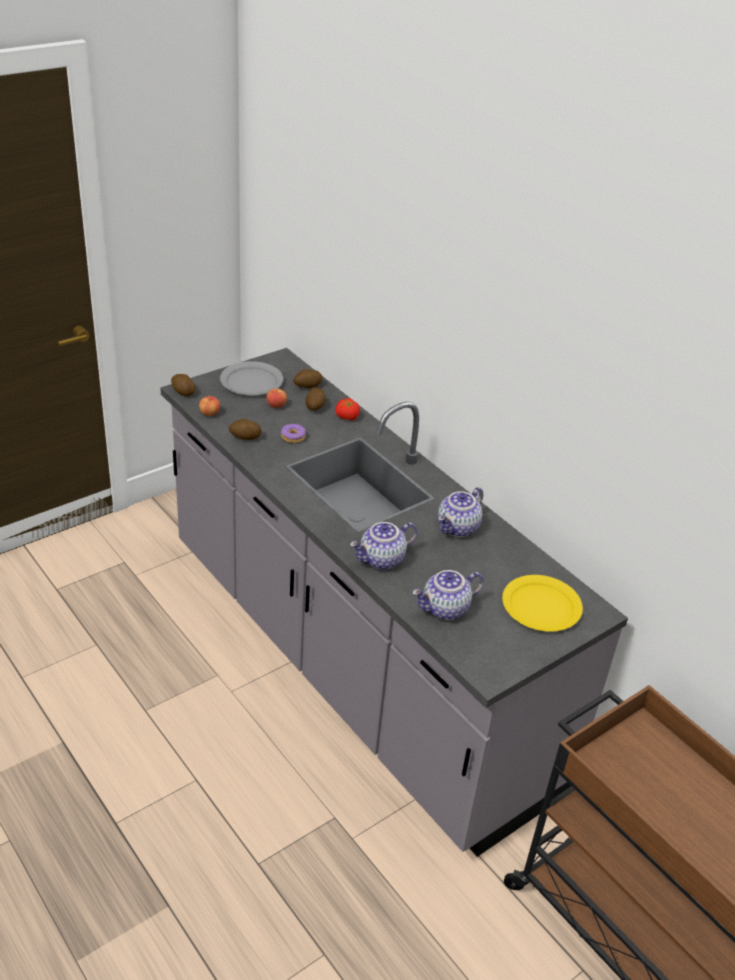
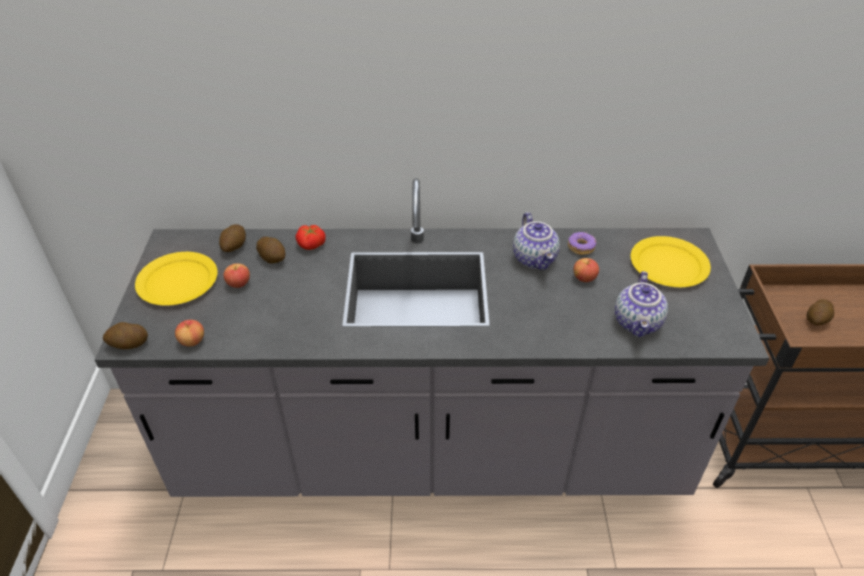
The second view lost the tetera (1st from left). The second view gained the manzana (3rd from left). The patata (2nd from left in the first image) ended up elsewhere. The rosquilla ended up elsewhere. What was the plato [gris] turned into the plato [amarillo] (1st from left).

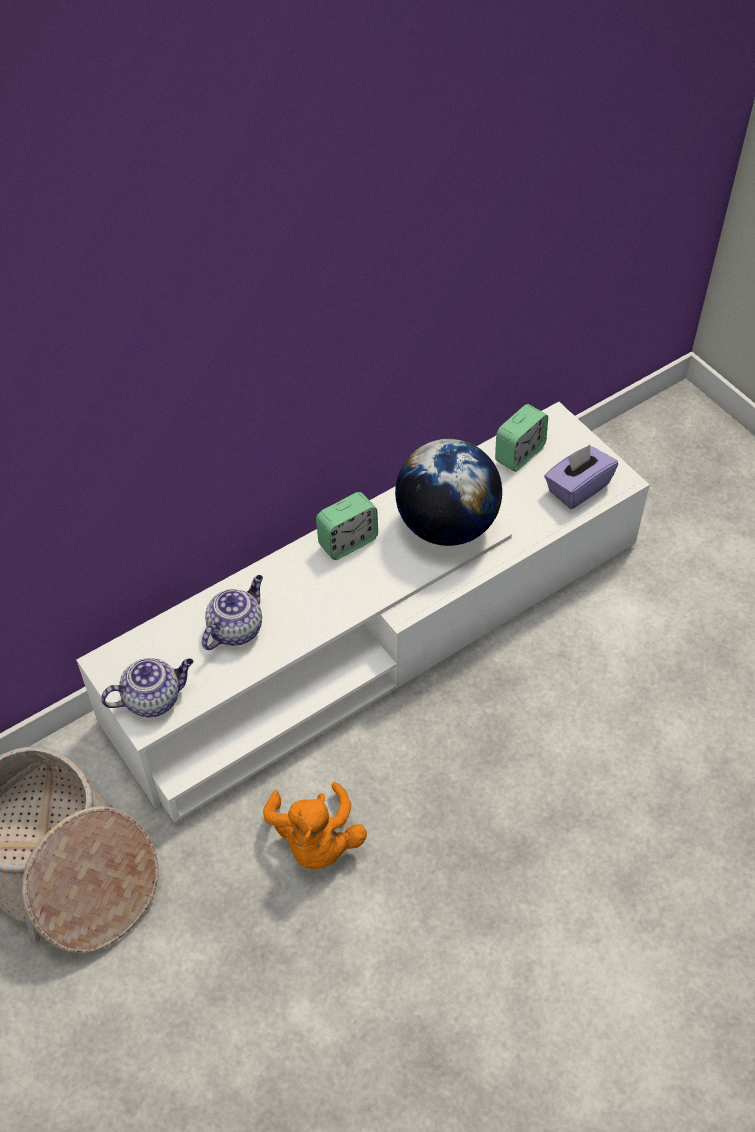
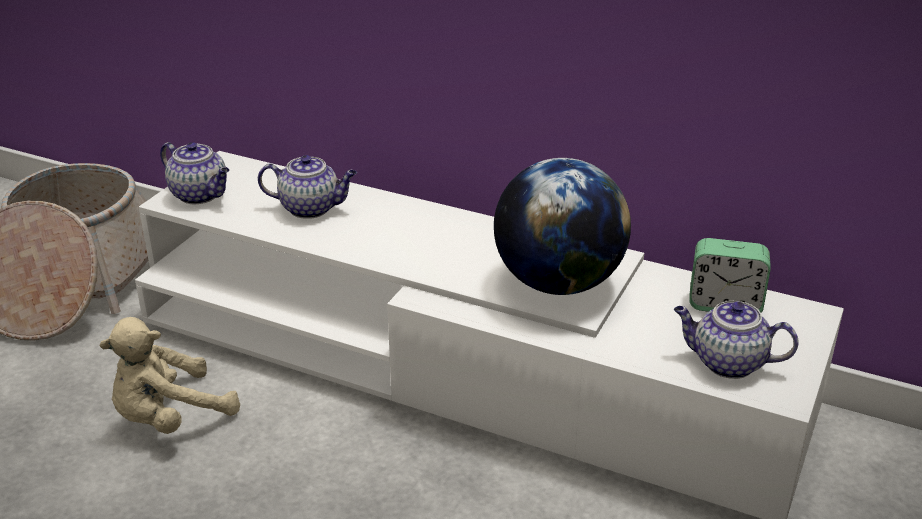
The second view lost the despertador (1st from left). Where the caja de pañuelos [morado] stood, the tetera (3rd from left) came to stand. What was the peluche [naranja] turned into the peluche [beis].

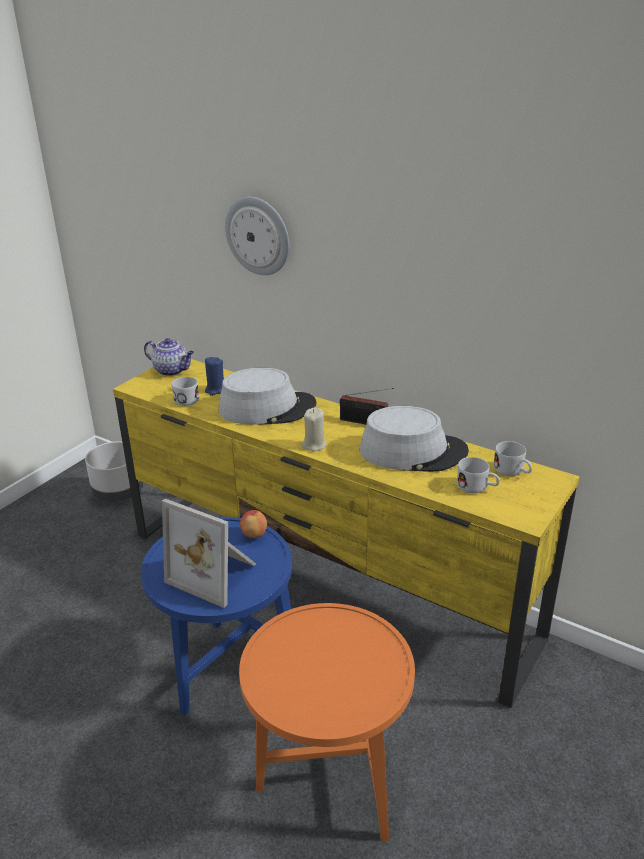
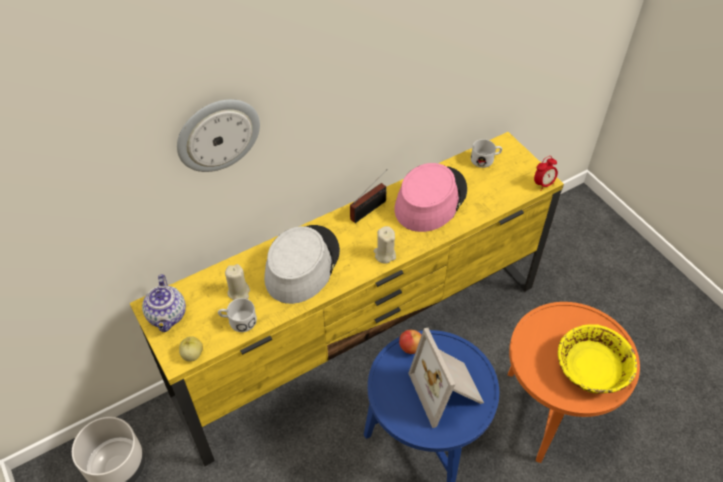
The second view lost the taza grande [blanco] (2nd from left). The second view gained the manzana (1st from left). The second view gained the despertador. The second view gained the cuenco [amarillo]. What was the vela [azul] turned into the vela [beis] (1st from left). What was the sombrero [gris] (2nd from left) turned into the sombrero [rosa]. The tetera ended up facing another way, 120 degrees clockwise from before. The portarretratos ended up facing another way, 105 degrees clockwise from before.

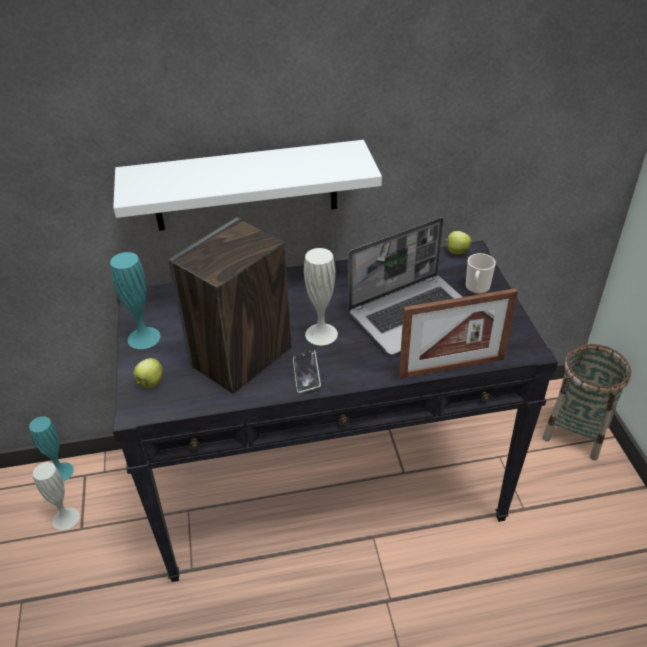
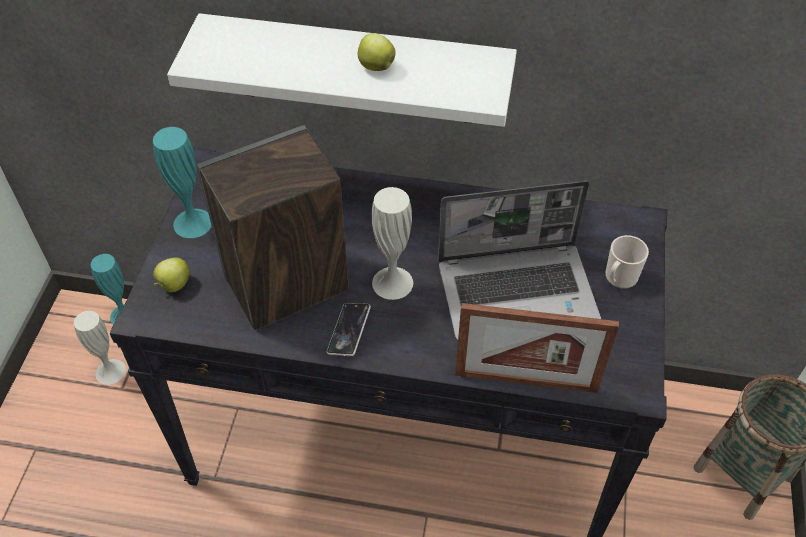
The manzana (2nd from left) ended up elsewhere.

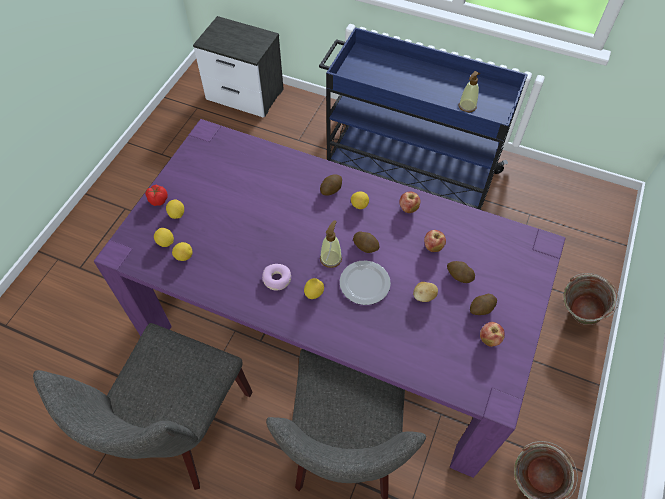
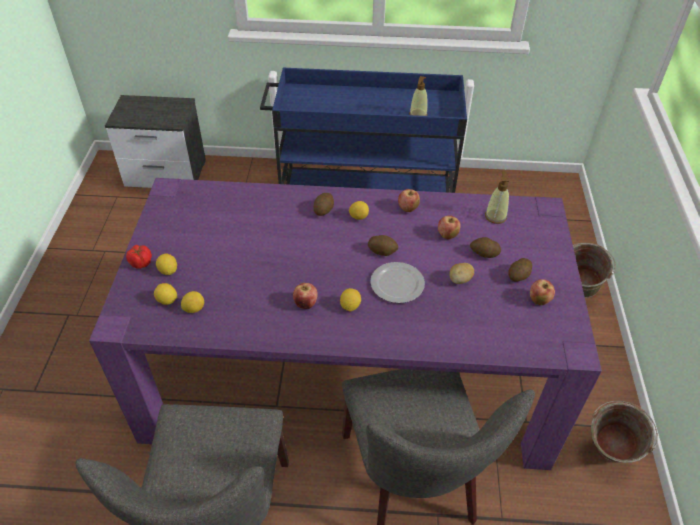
The dispensador de jabón (1st from left in the first image) ended up elsewhere. Where the rosquilla stood, the manzana (1st from left) came to stand.

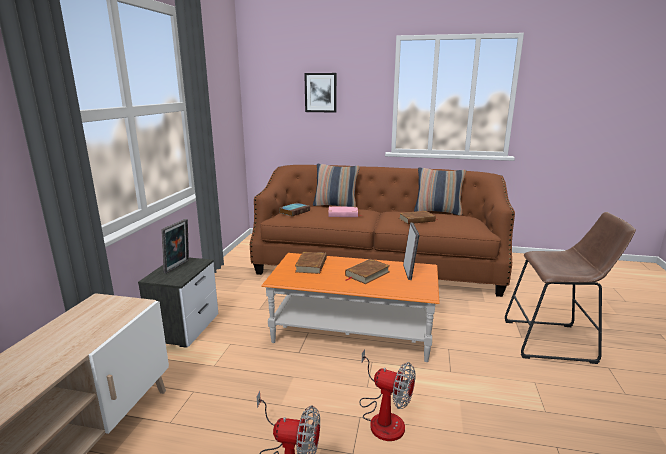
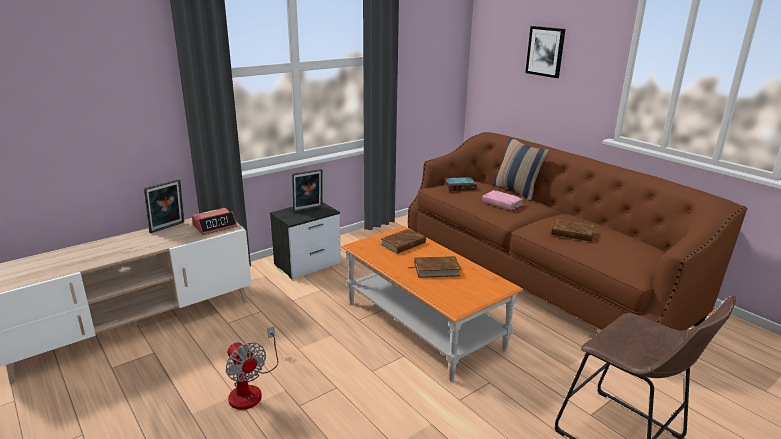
The second view lost the ventilador (2nd from left). The second view lost the cojín (2nd from left). The second view gained the despertador. The portarretratos (2nd from left in the first image) ended up elsewhere.

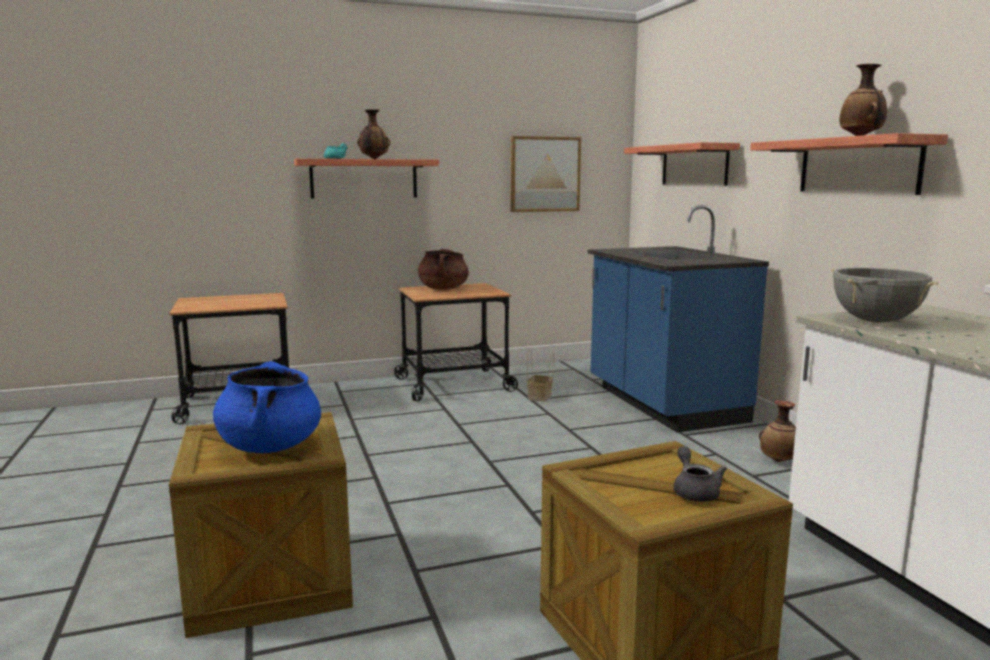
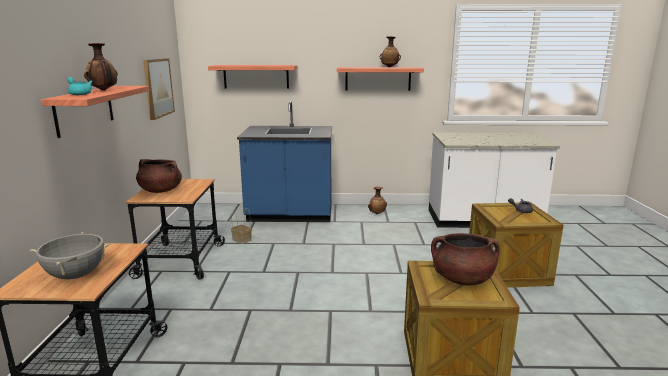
The olla [gris] ended up elsewhere. What was the olla [azul] turned into the olla [marrón] (2nd from left).

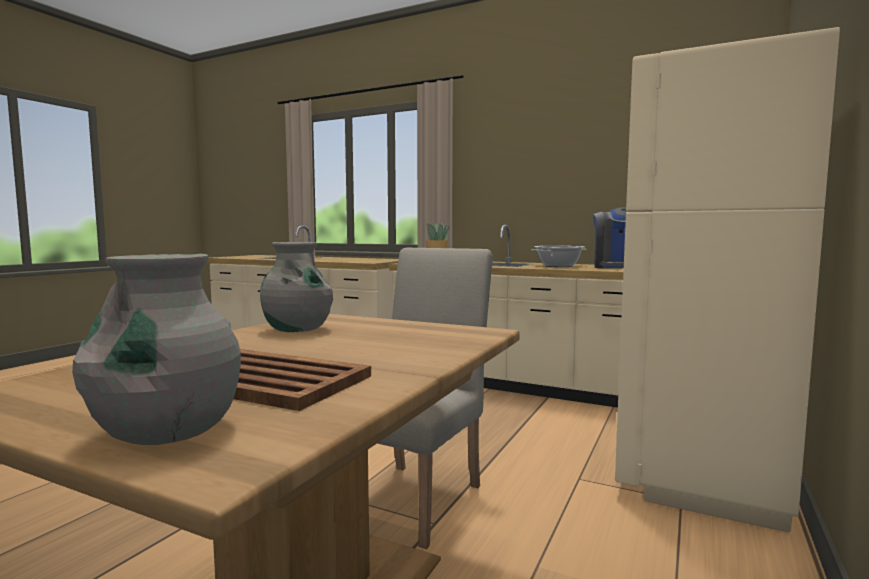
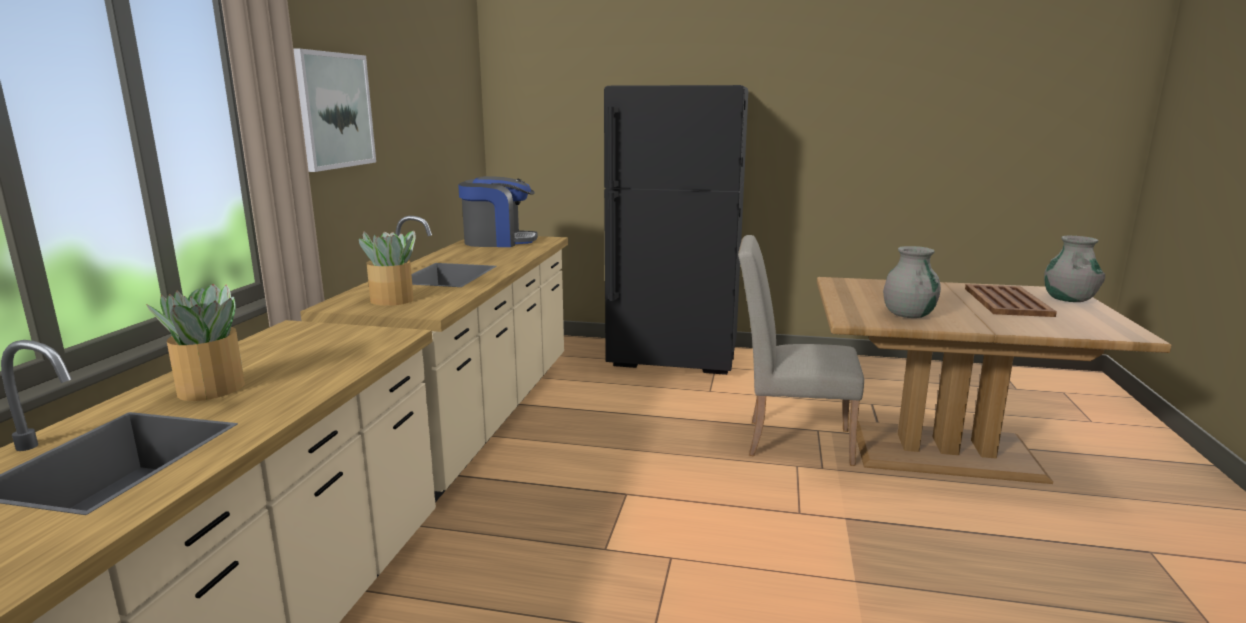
The second view lost the olla. The second view gained the planta en maceta (1st from left). The second view gained the cuadro. What was the nevera [beis] turned into the nevera [negro].

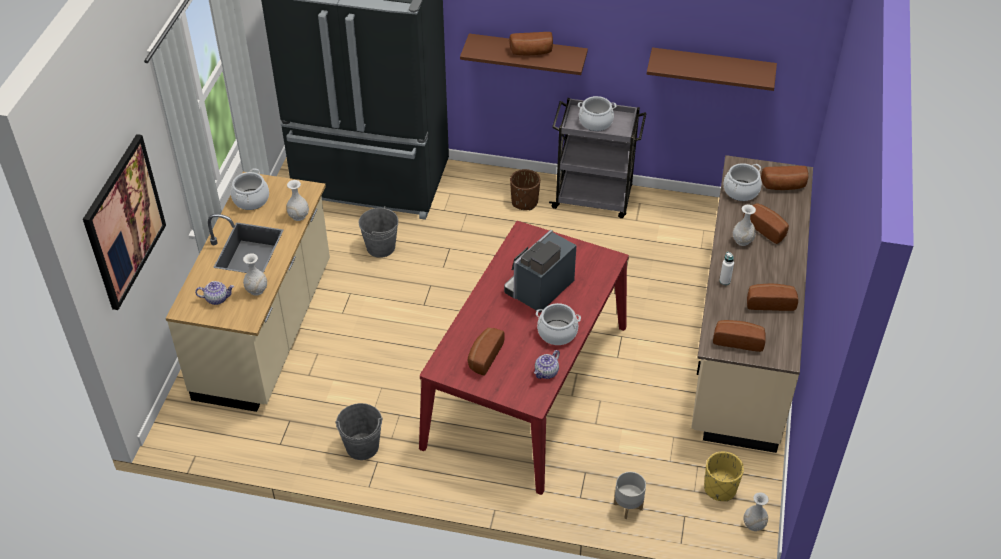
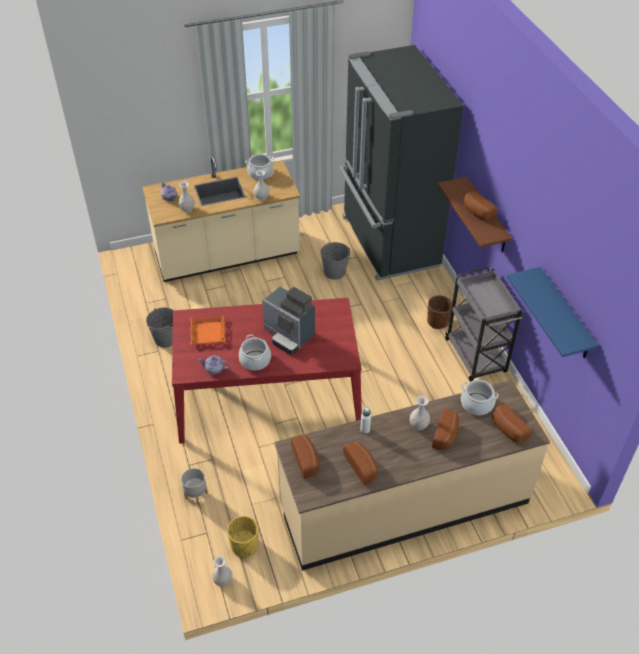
The second view lost the cuadro. The second view lost the olla (3rd from left). Where the pan (1st from left) stood, the bandeja [naranja] came to stand. What was the estante [marrón] (2nd from left) turned into the estante [azul]. The cafetera ended up facing another way, 150 degrees counterclockwise from before.

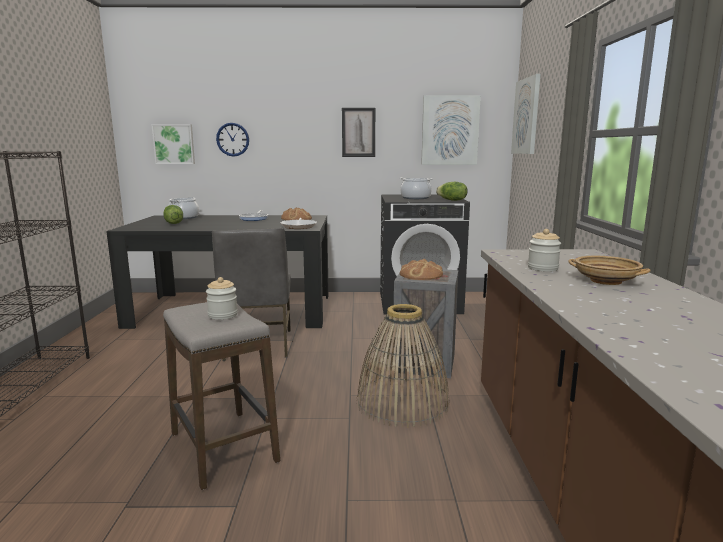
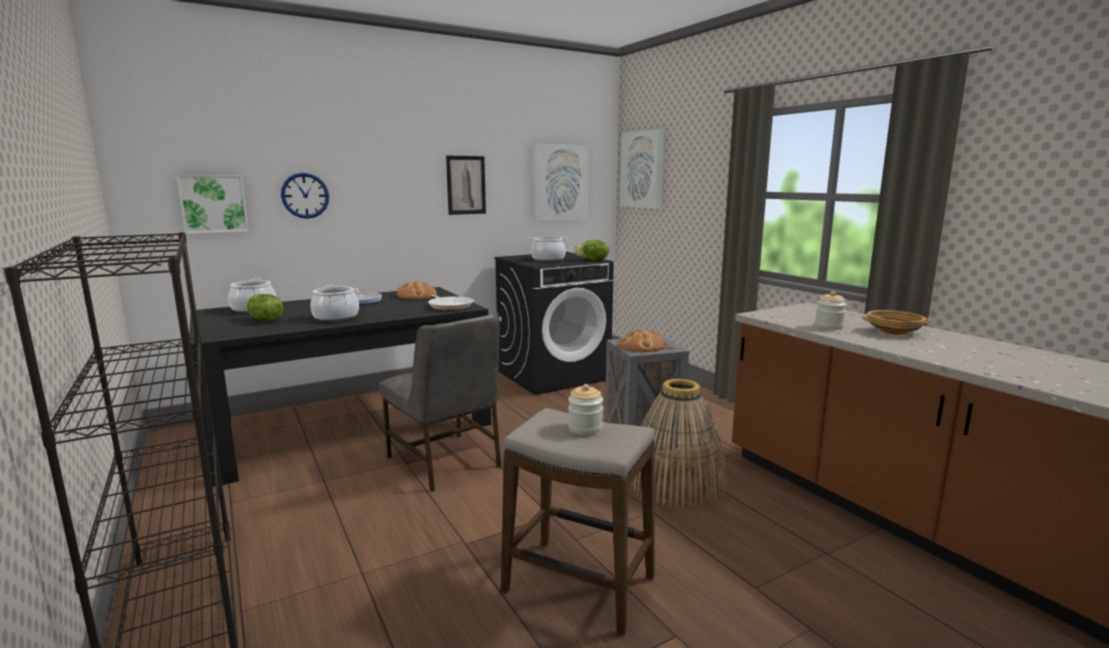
The second view gained the olla (2nd from left).

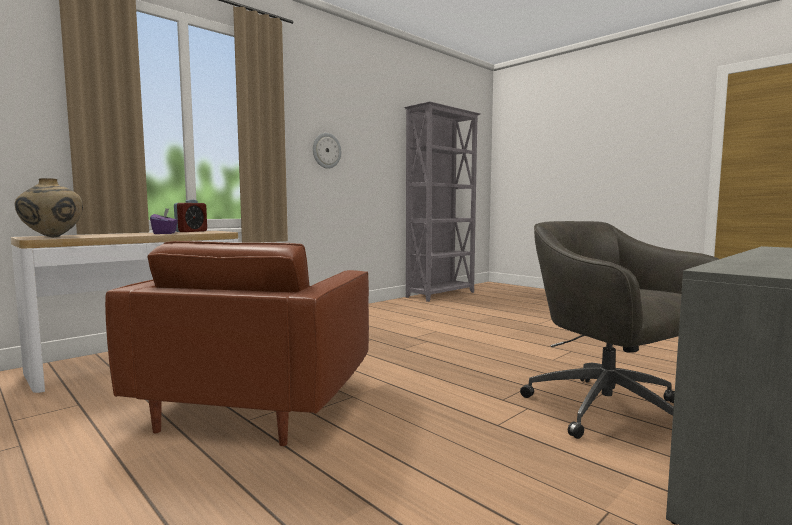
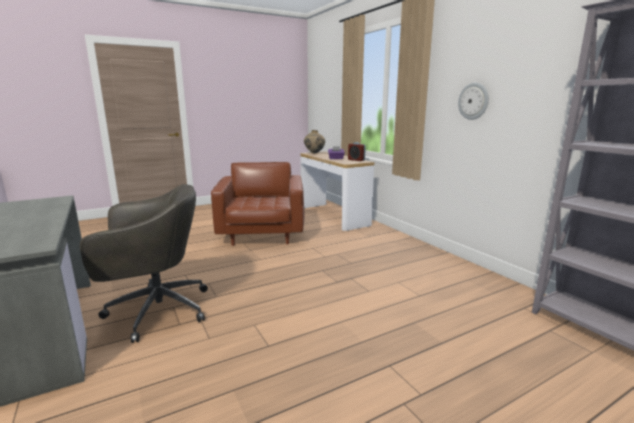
The sillón [marrón] ended up facing another way, 60 degrees clockwise from before.

